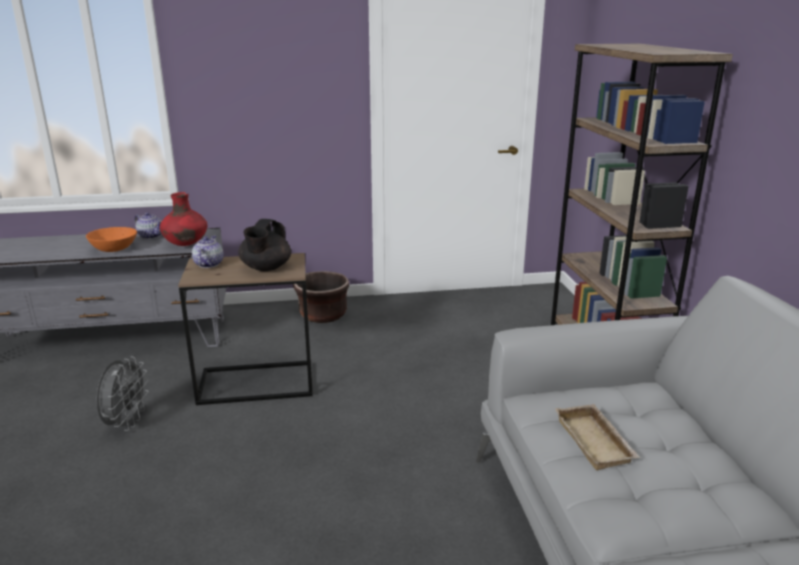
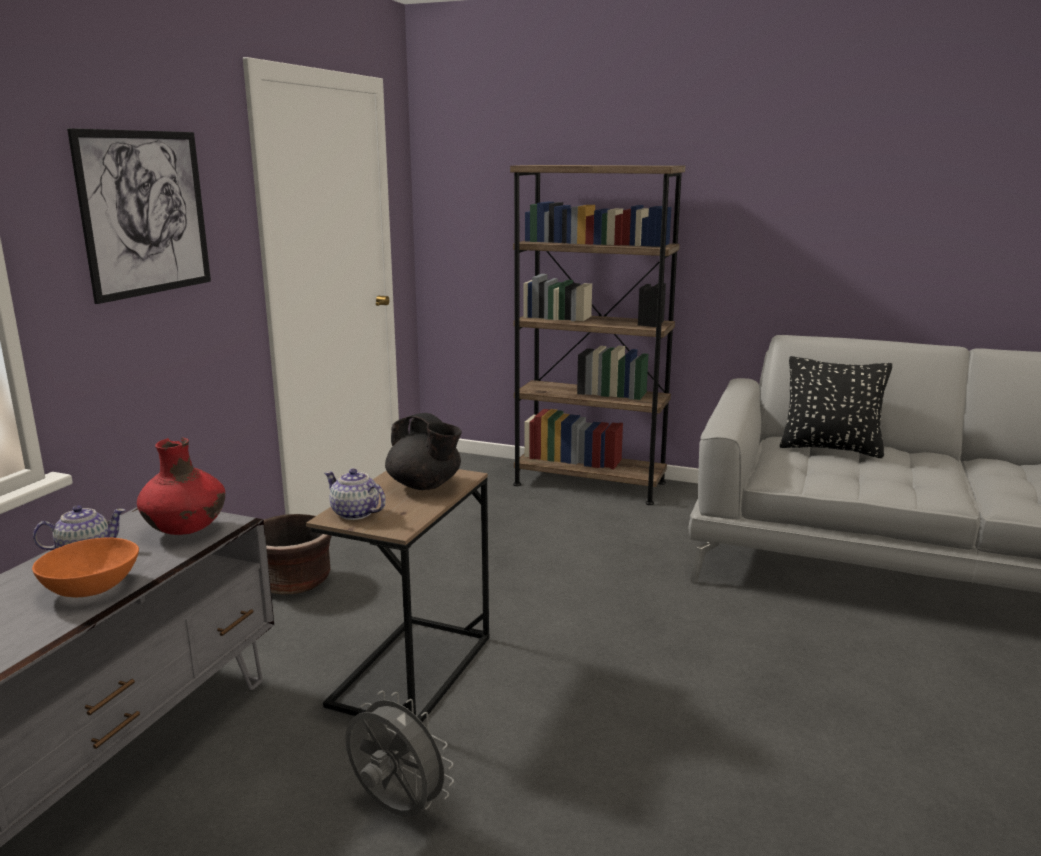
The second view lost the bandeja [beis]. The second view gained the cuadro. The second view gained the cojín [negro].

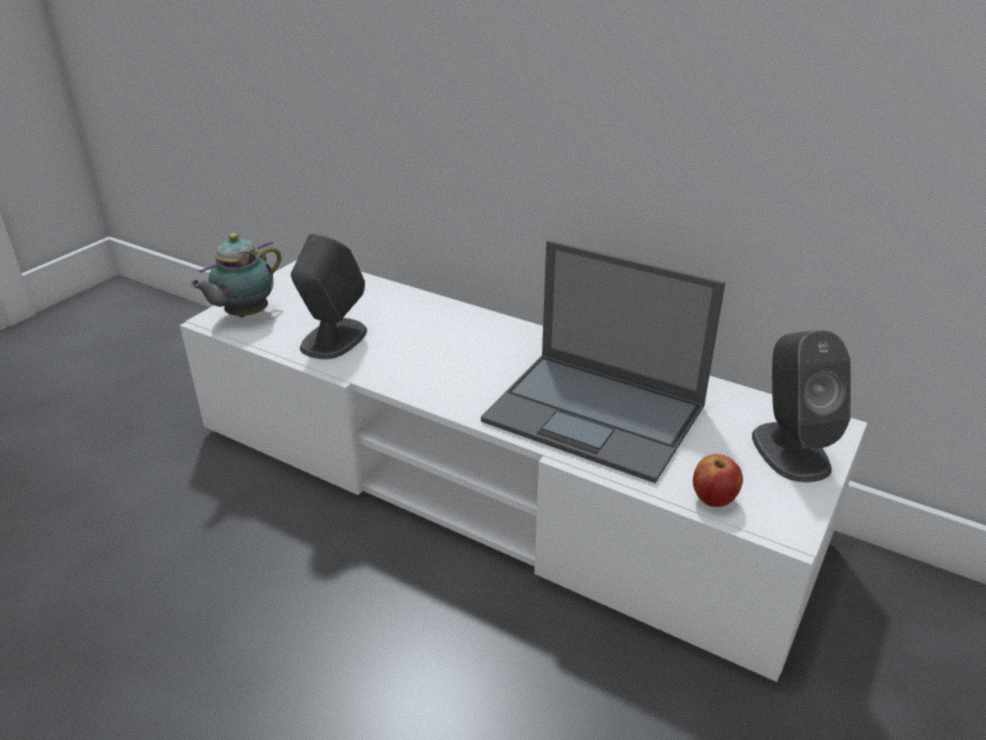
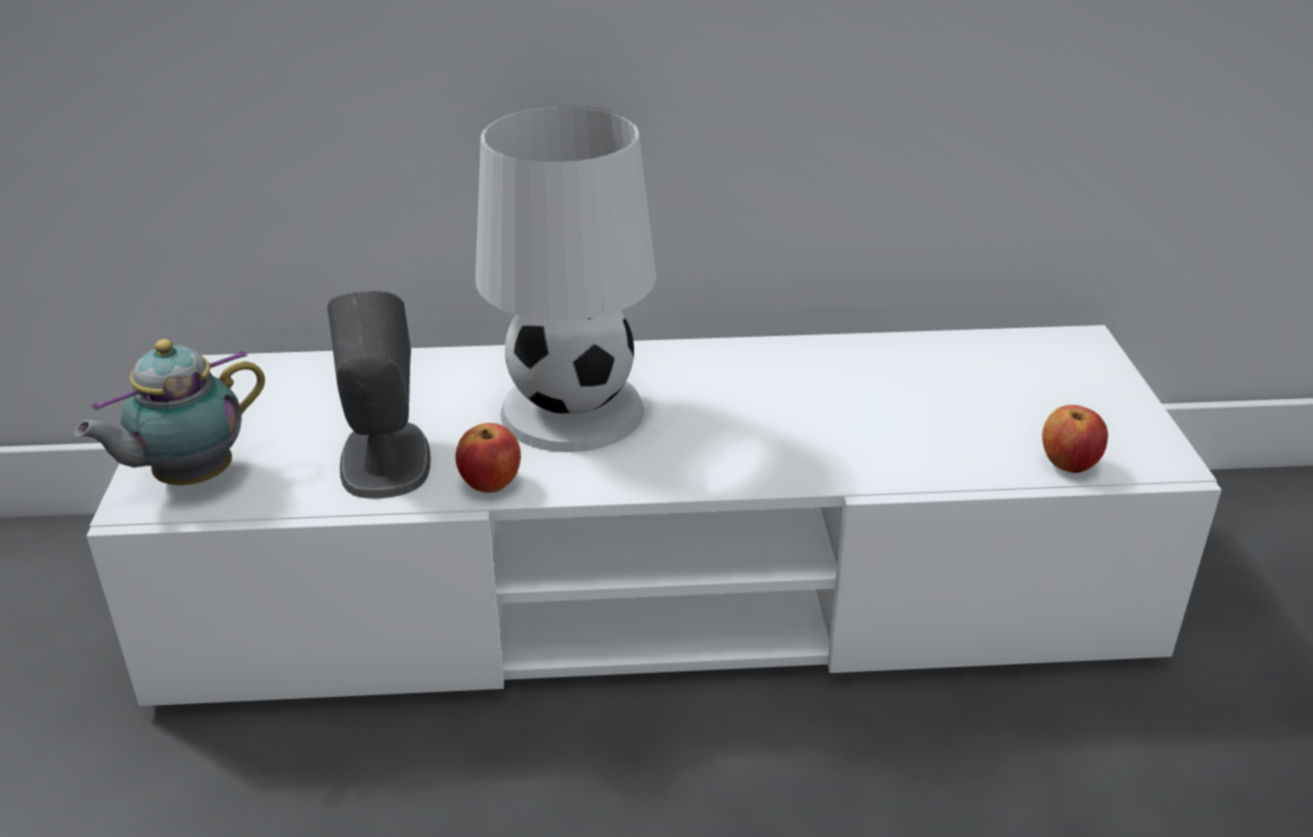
The second view lost the portátil. The second view lost the altavoz [gris] (2nd from left). The second view gained the manzana (1st from left). The second view gained the lámpara de mesa [blanco]. The tetera ended up facing another way, 45 degrees clockwise from before.

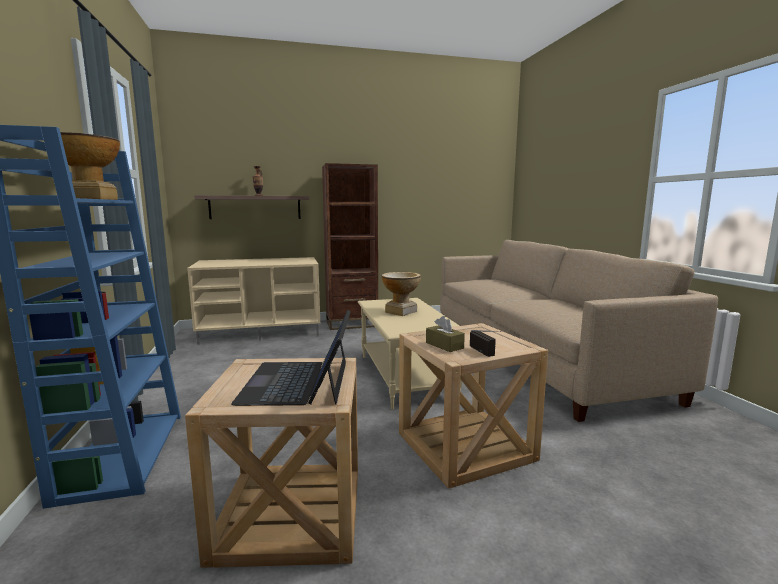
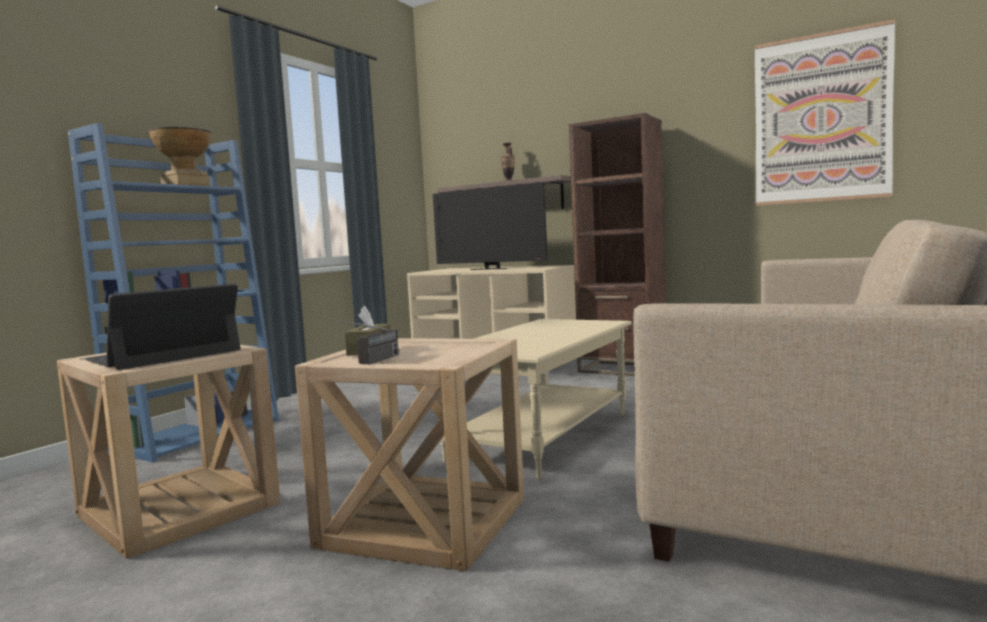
The second view lost the florero (3rd from left). The second view gained the televisor. The second view gained the cuadro.

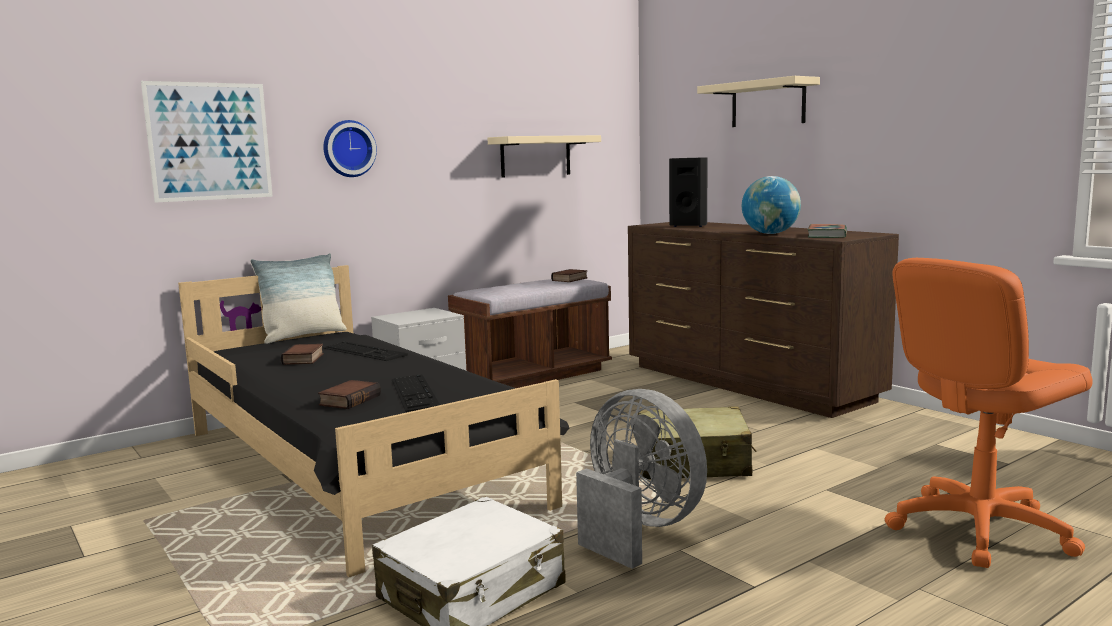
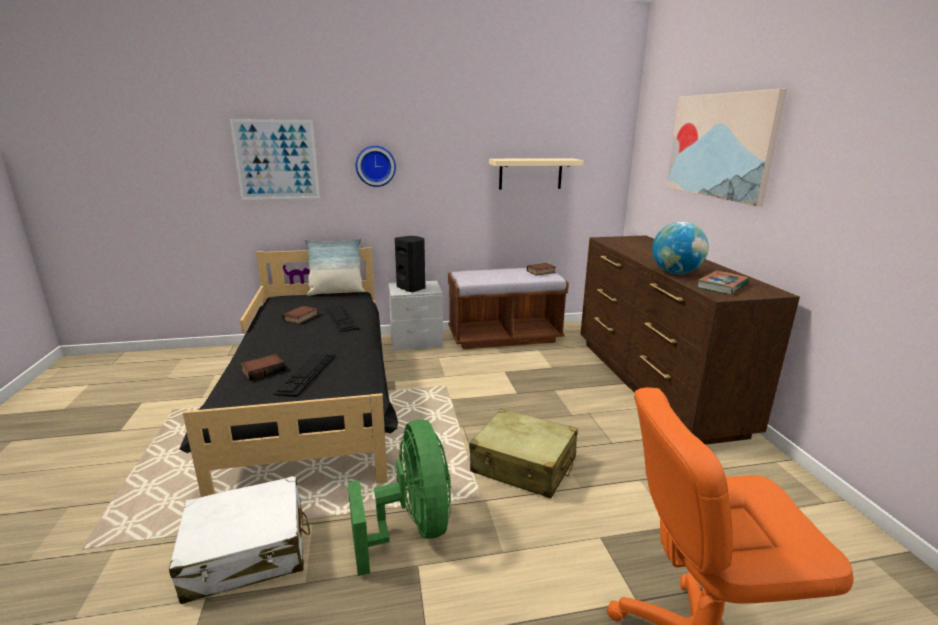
The altavoz [negro] ended up elsewhere. Where the estante [beis] (2nd from left) hung, the cuadro (2nd from left) came to hang. What was the ventilador [gris] turned into the ventilador [verde].

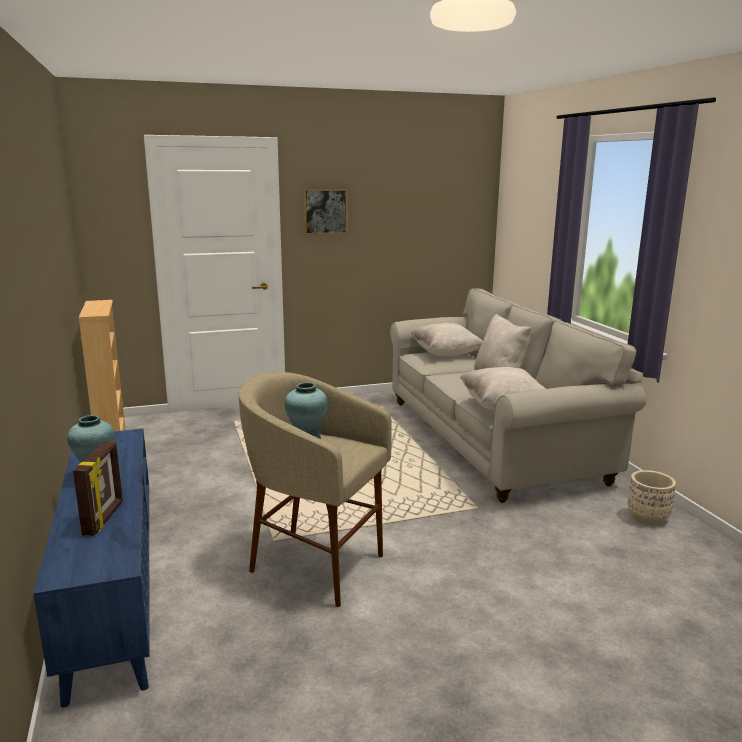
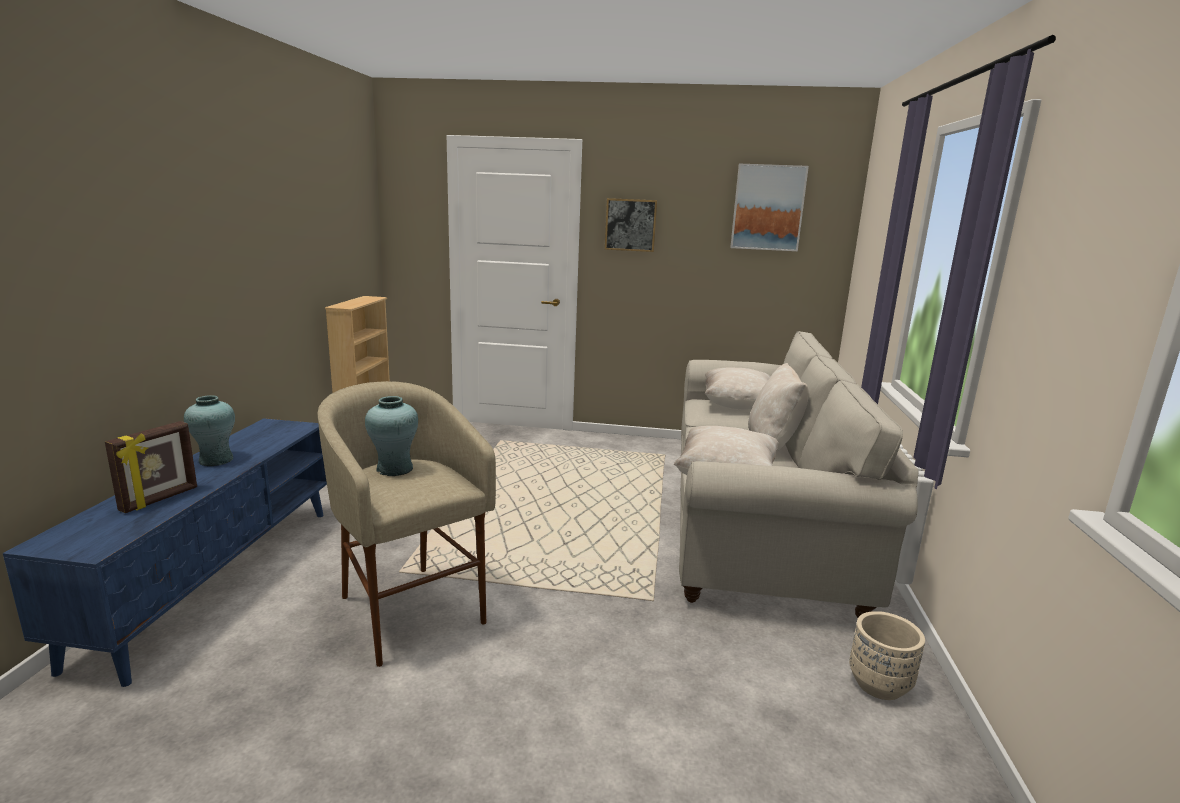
The second view gained the cuadro (2nd from left).

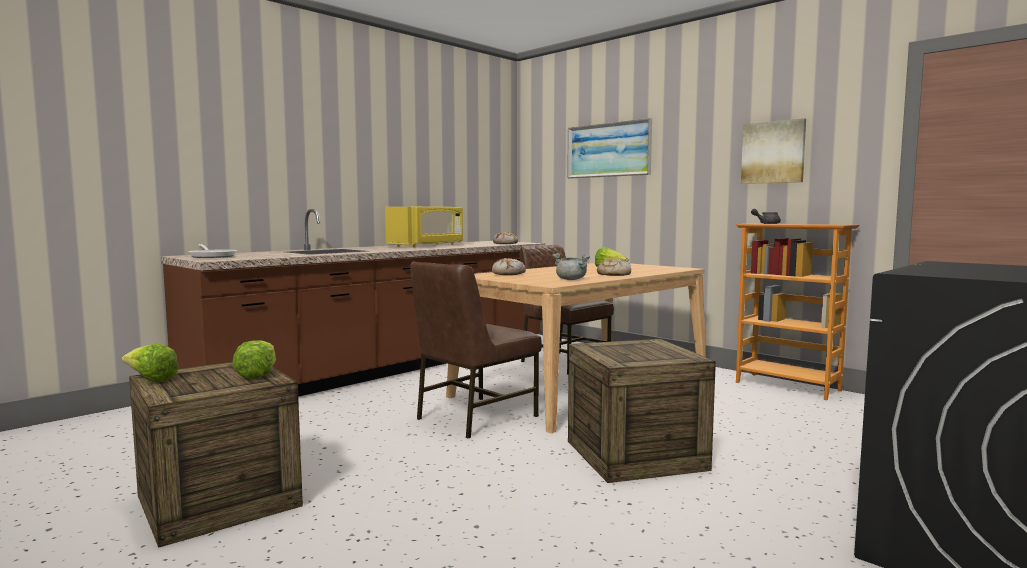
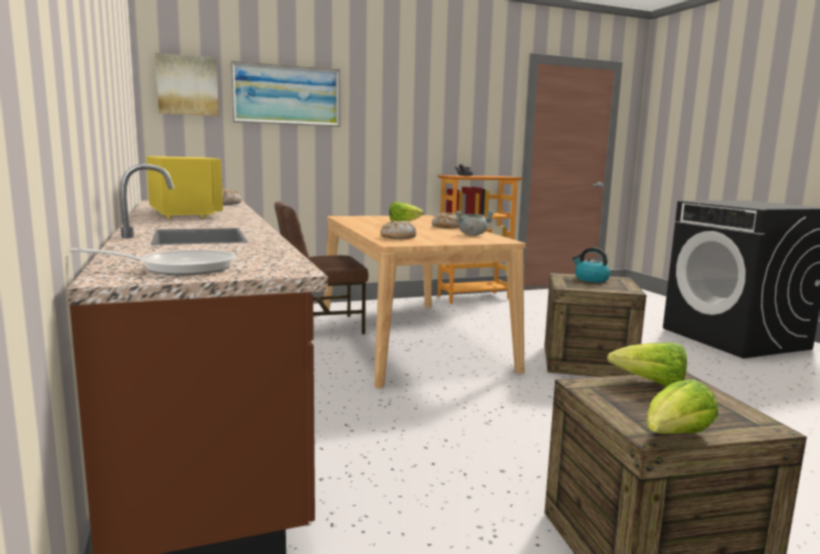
The second view lost the silla [marrón] (1st from left). The second view gained the hervidor. The cuadro (2nd from left in the first image) ended up elsewhere.

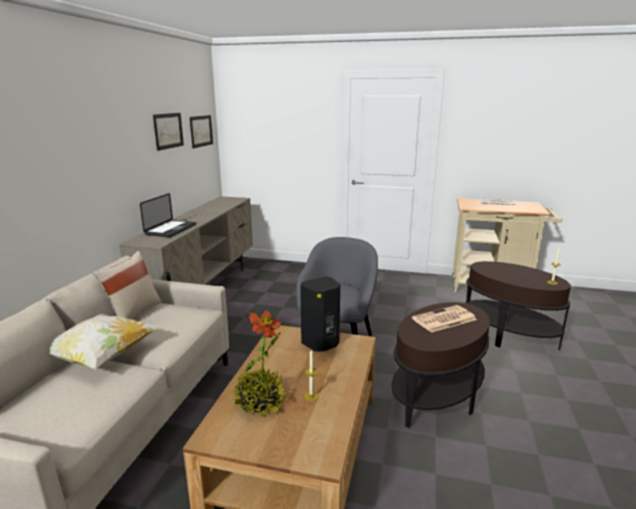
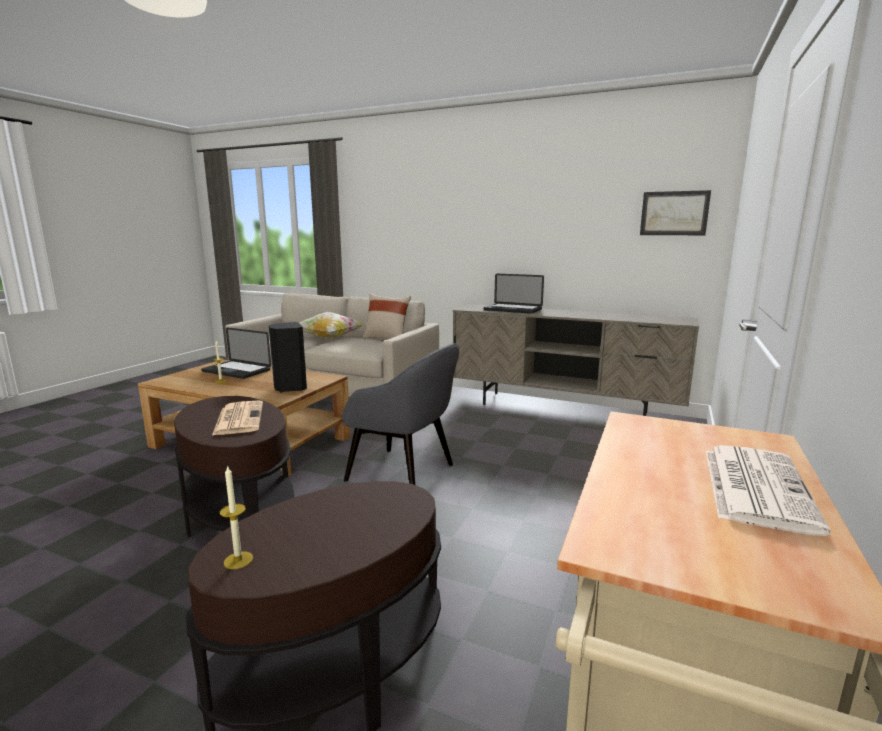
The second view lost the cuadro (1st from left). Where the planta en maceta stood, the portátil (1st from left) came to stand.

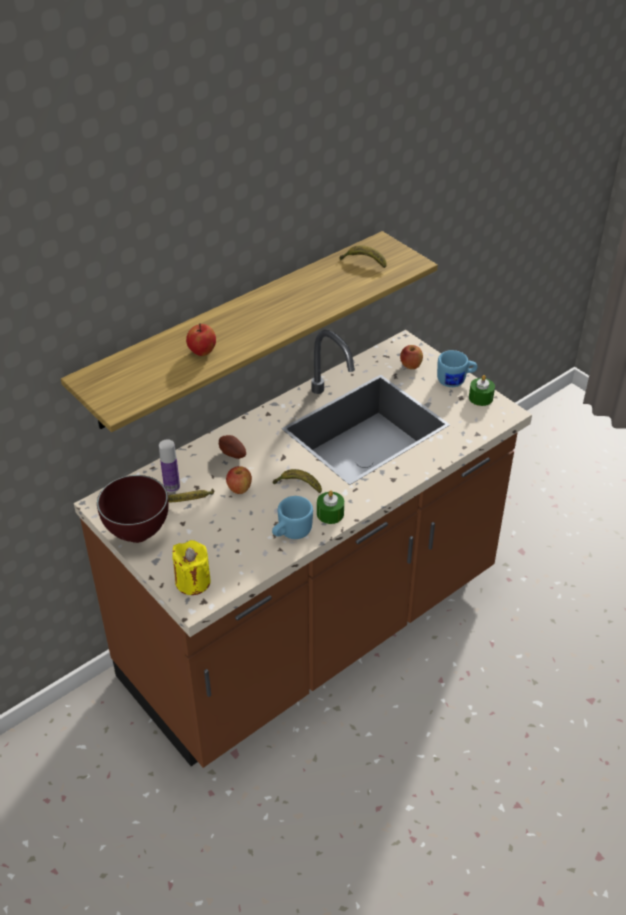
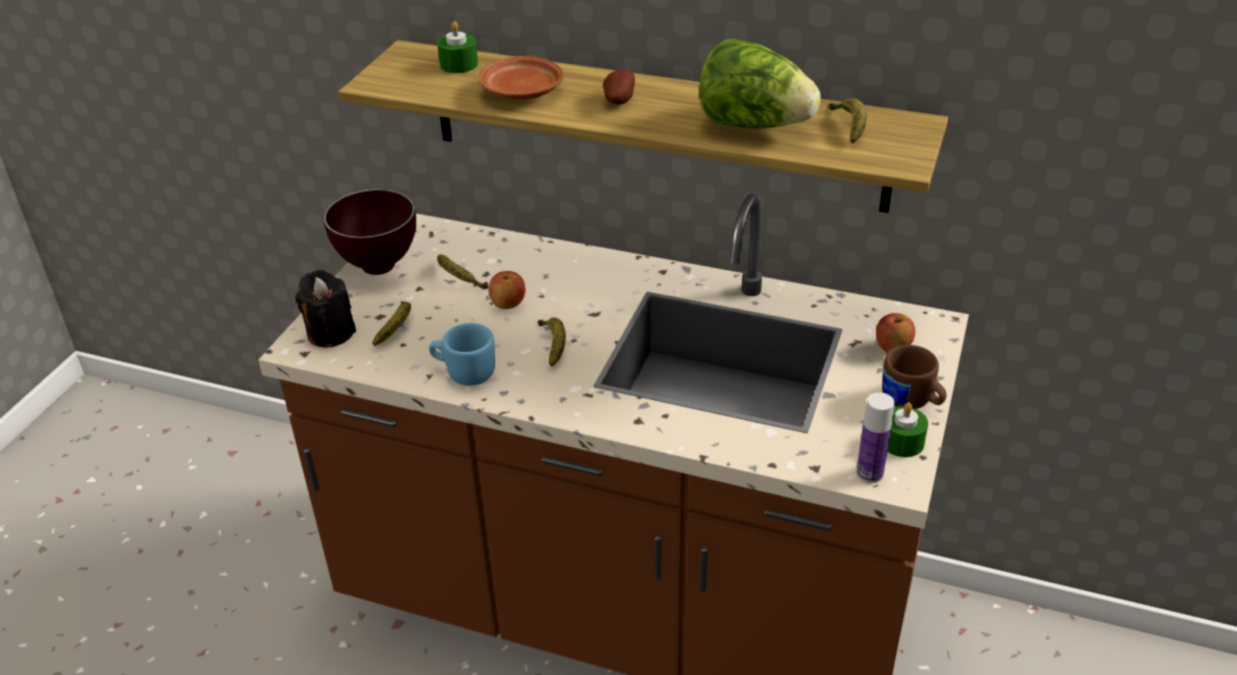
The second view gained the plátano (1st from left). The second view gained the lechuga. The botella ended up elsewhere. The patata ended up elsewhere. The vela [verde] (1st from left) ended up elsewhere. Where the manzana (1st from left) stood, the plato [marrón] came to stand. What was the vela [amarillo] turned into the vela [negro]. What was the taza grande [azul] (2nd from left) turned into the taza grande [marrón].

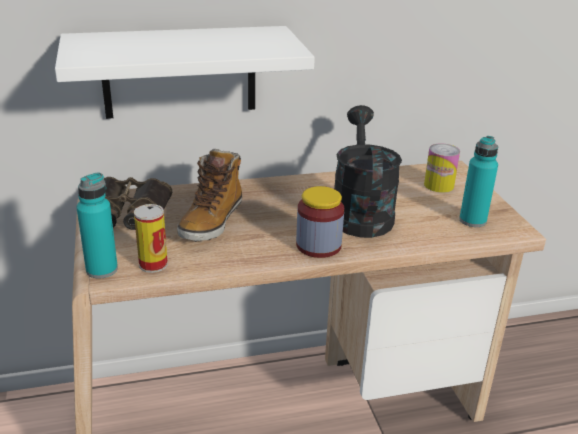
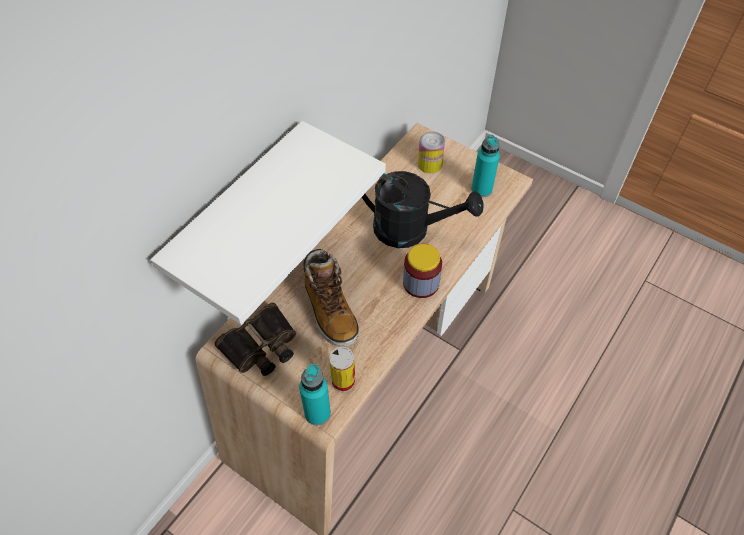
The regadera [negro] ended up facing another way, 150 degrees clockwise from before.

